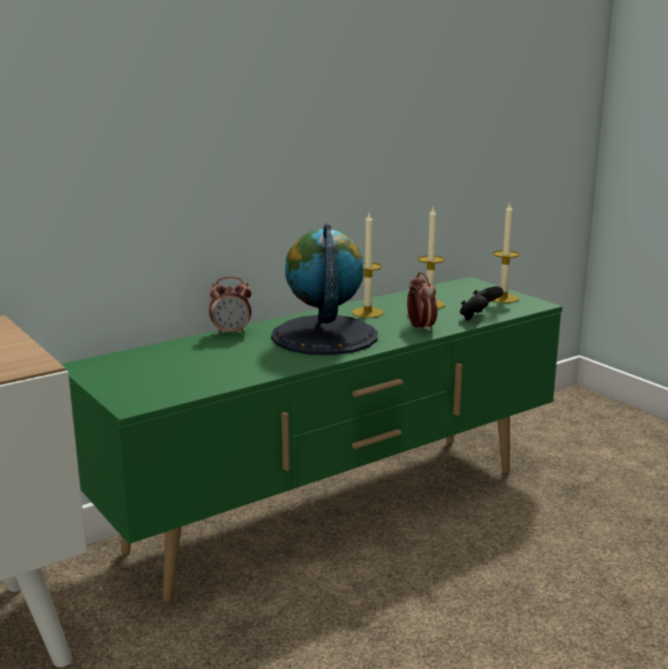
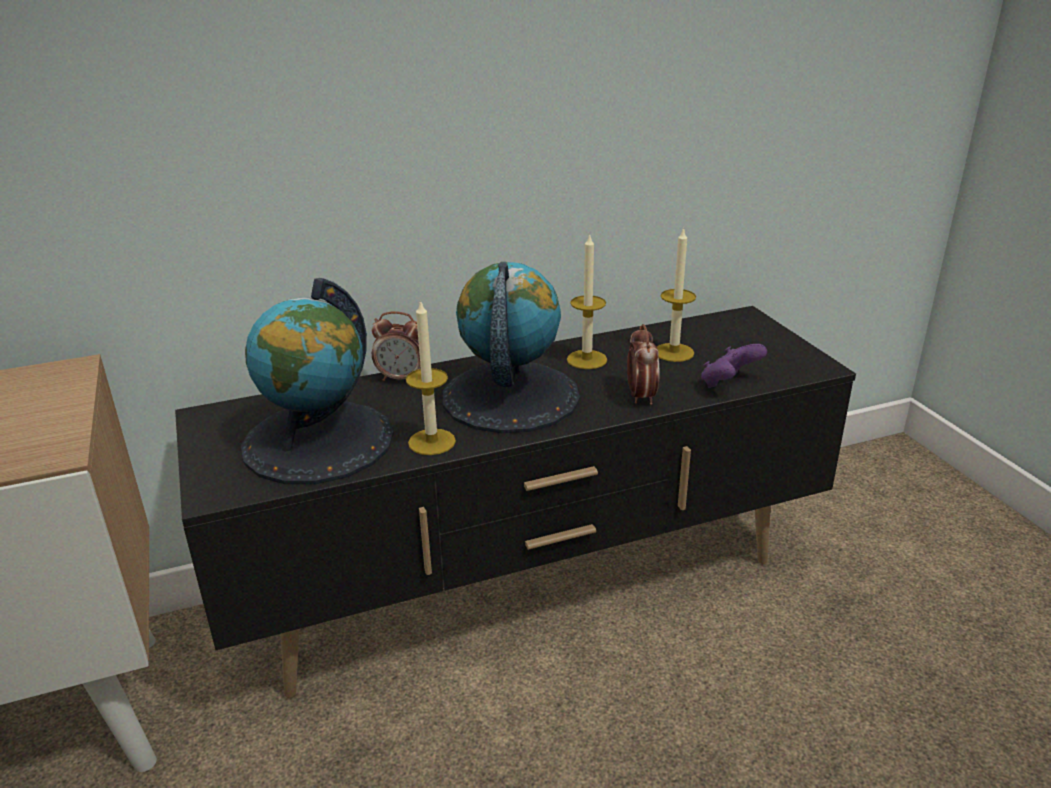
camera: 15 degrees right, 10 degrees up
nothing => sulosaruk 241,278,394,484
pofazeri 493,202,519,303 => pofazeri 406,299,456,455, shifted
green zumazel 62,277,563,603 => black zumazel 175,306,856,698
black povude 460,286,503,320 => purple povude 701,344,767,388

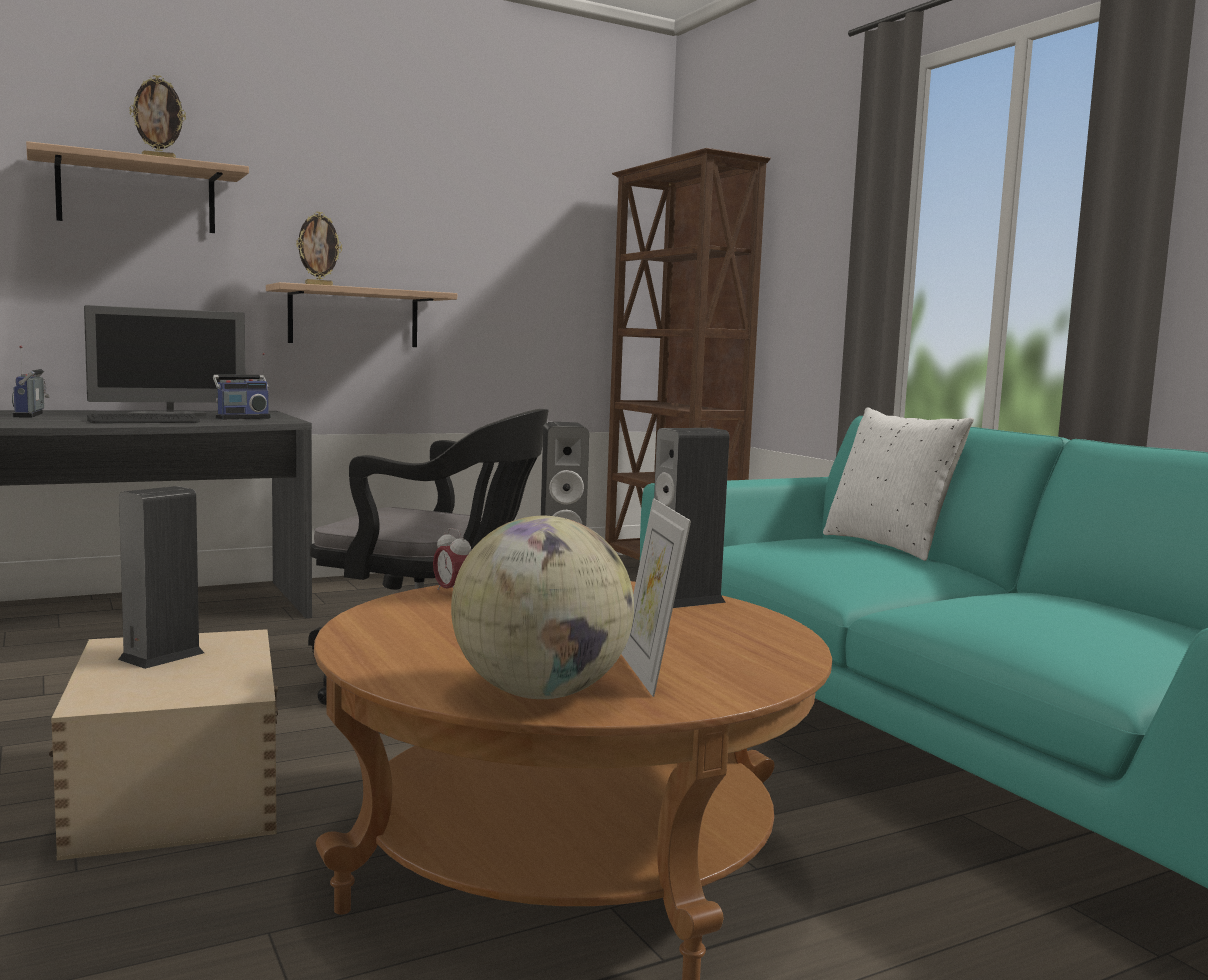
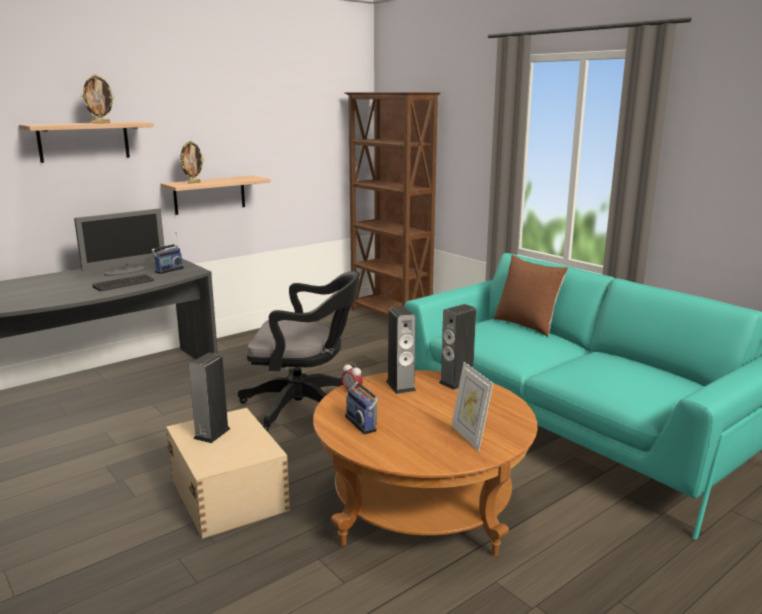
camera: 10 degrees left, 10 degrees up
sulosaruk 451,516,634,699 => nothing
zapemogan 12,345,50,418 => zapemogan 345,379,379,435, shifted
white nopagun 823,407,974,561 => brown nopagun 494,255,568,337

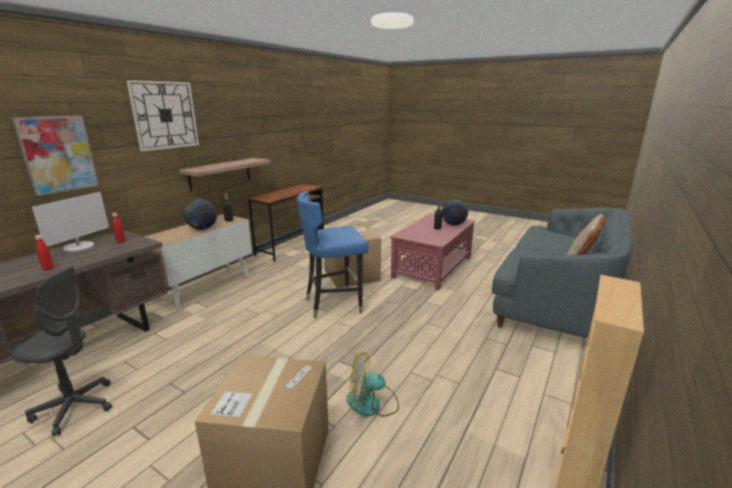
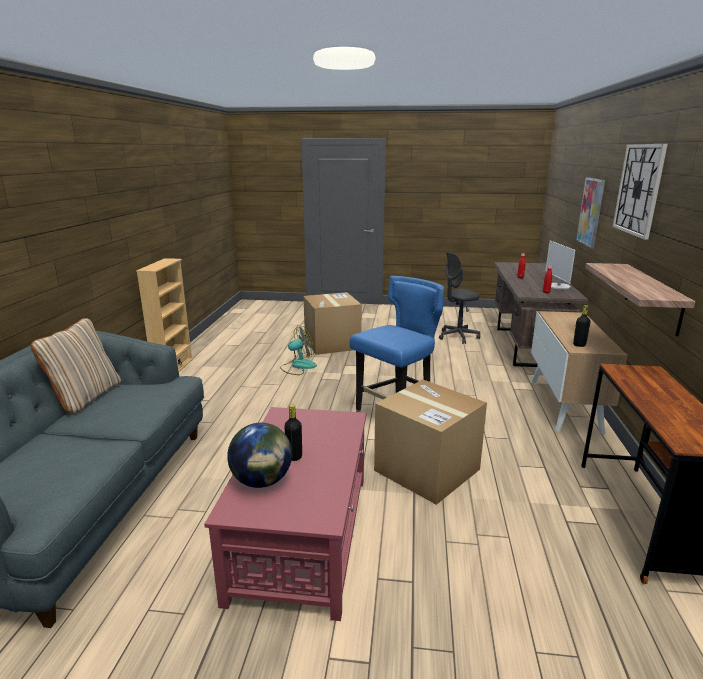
camera: 155 degrees right, 0 degrees up
sulosaruk 184,199,217,230 => nothing

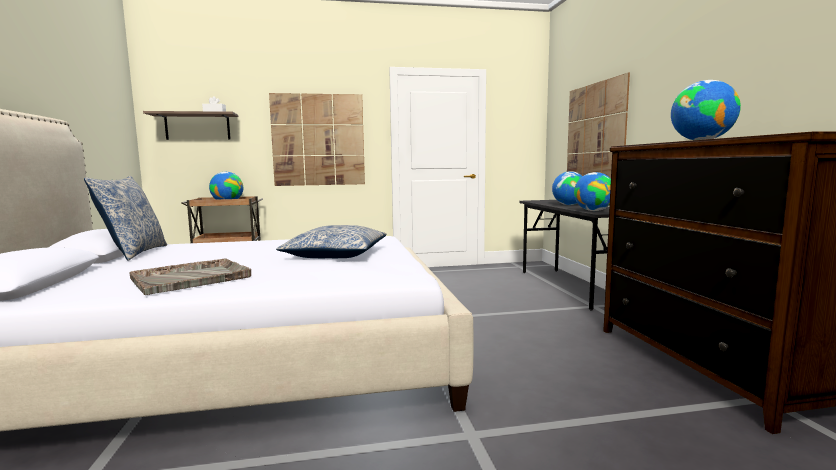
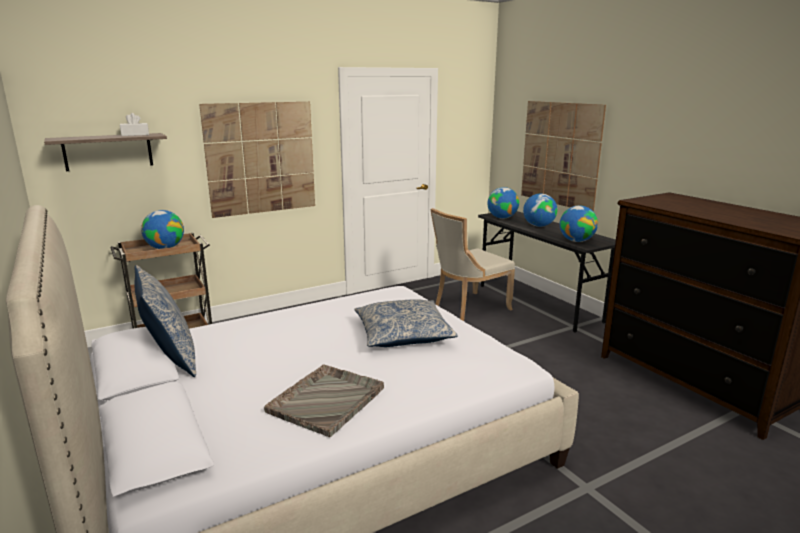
camera: 20 degrees left, 10 degrees up
nothing => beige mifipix 430,208,515,321
sulosaruk 671,80,741,140 => sulosaruk 487,187,519,219, shifted

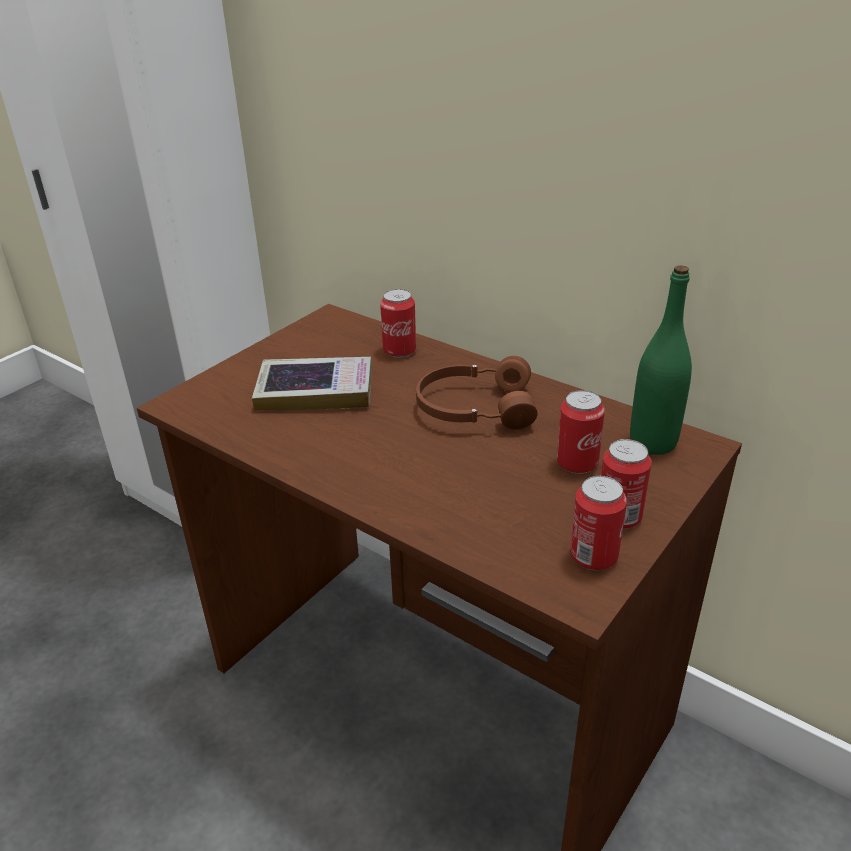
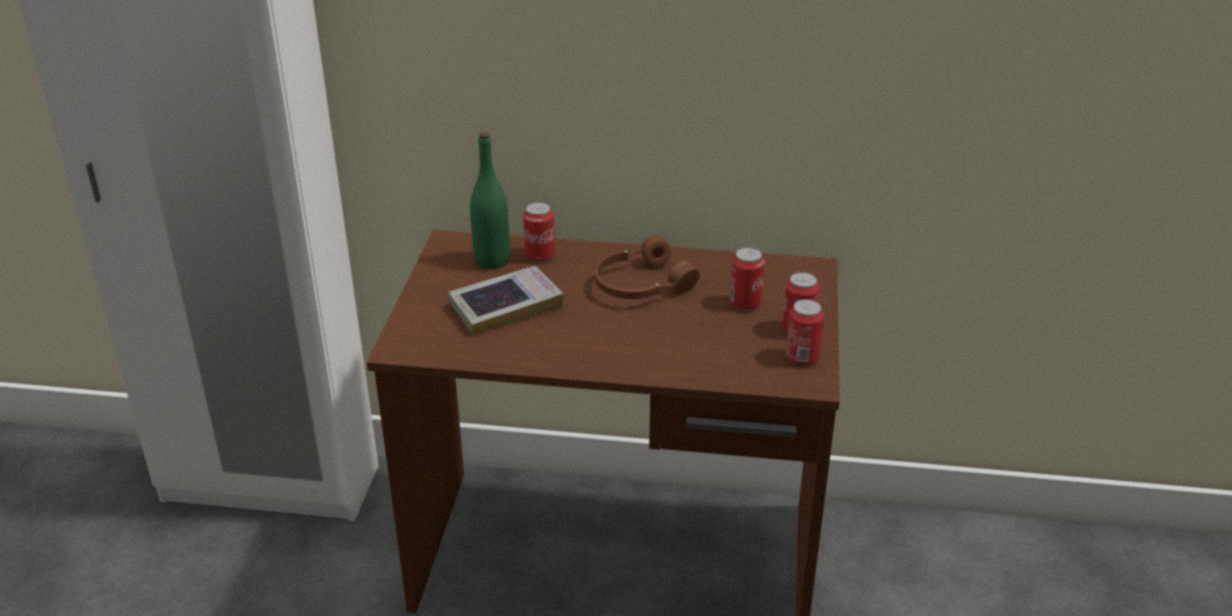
camera: 30 degrees left, 0 degrees up
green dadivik 630,265,692,455 => green dadivik 470,132,510,269, shifted

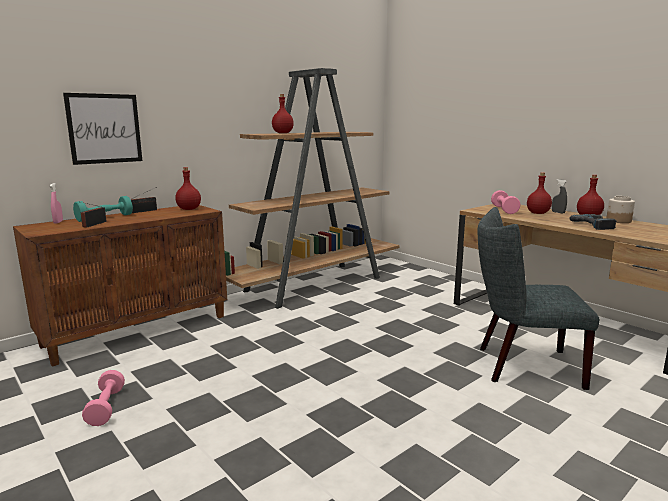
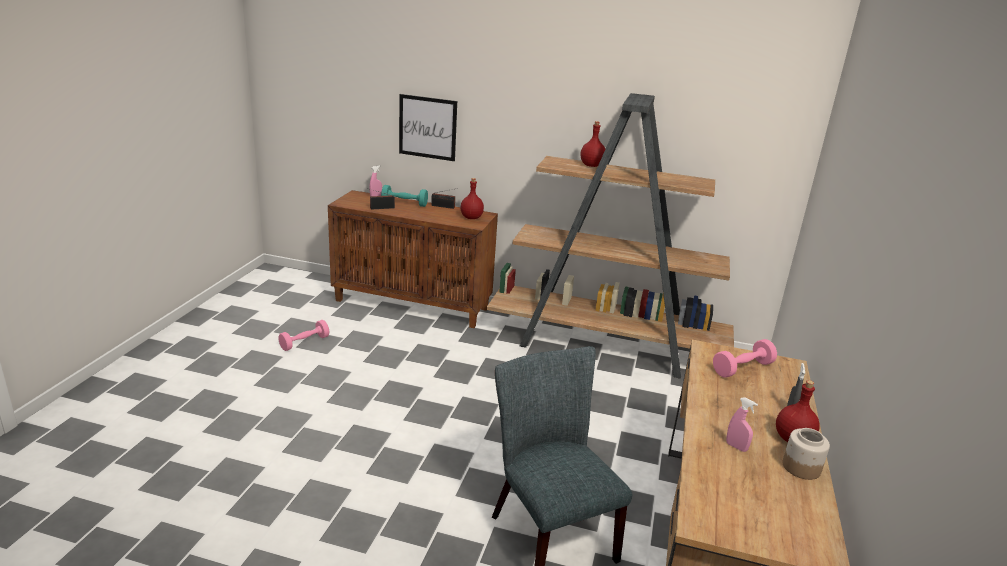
camera: 55 degrees right, 10 degrees up
red dadivik 527,172,552,214 => nothing
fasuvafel 570,214,617,230 => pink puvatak 726,397,758,452

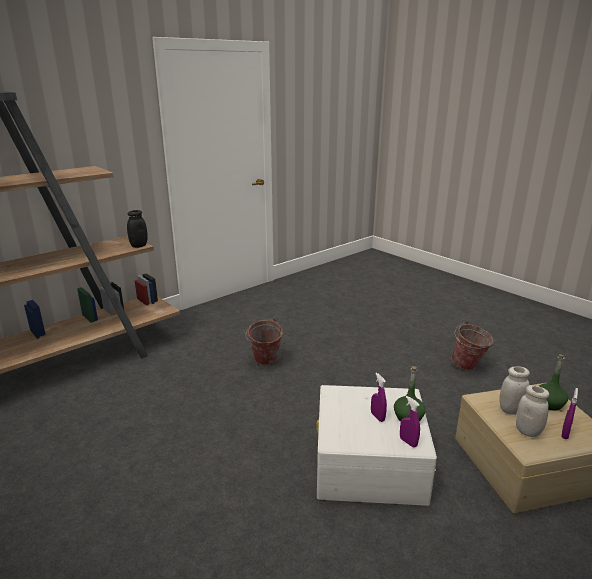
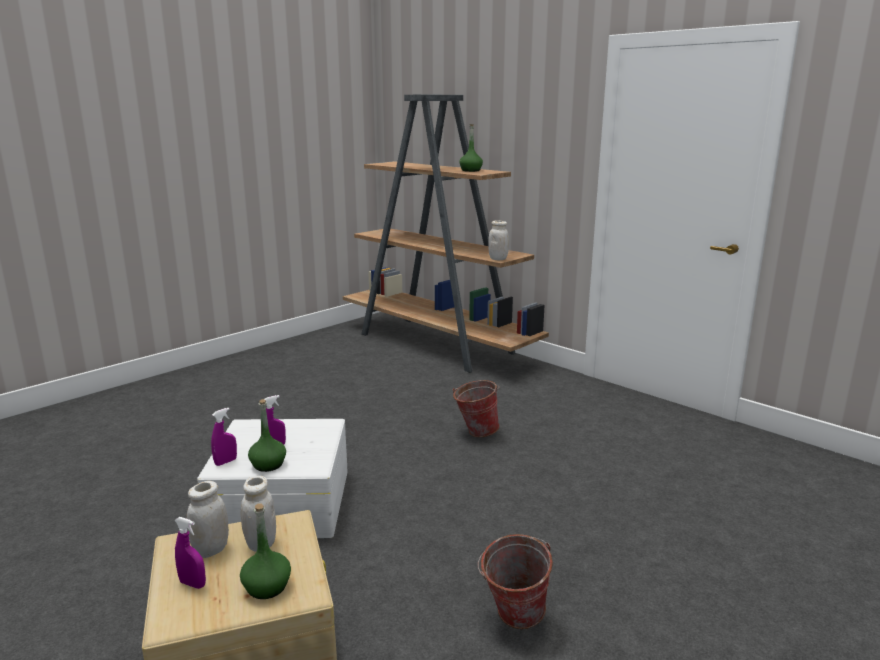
camera: 85 degrees right, 5 degrees down
nothing => green dadivik 459,124,483,172
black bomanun 127,210,148,248 => white bomanun 488,220,509,260

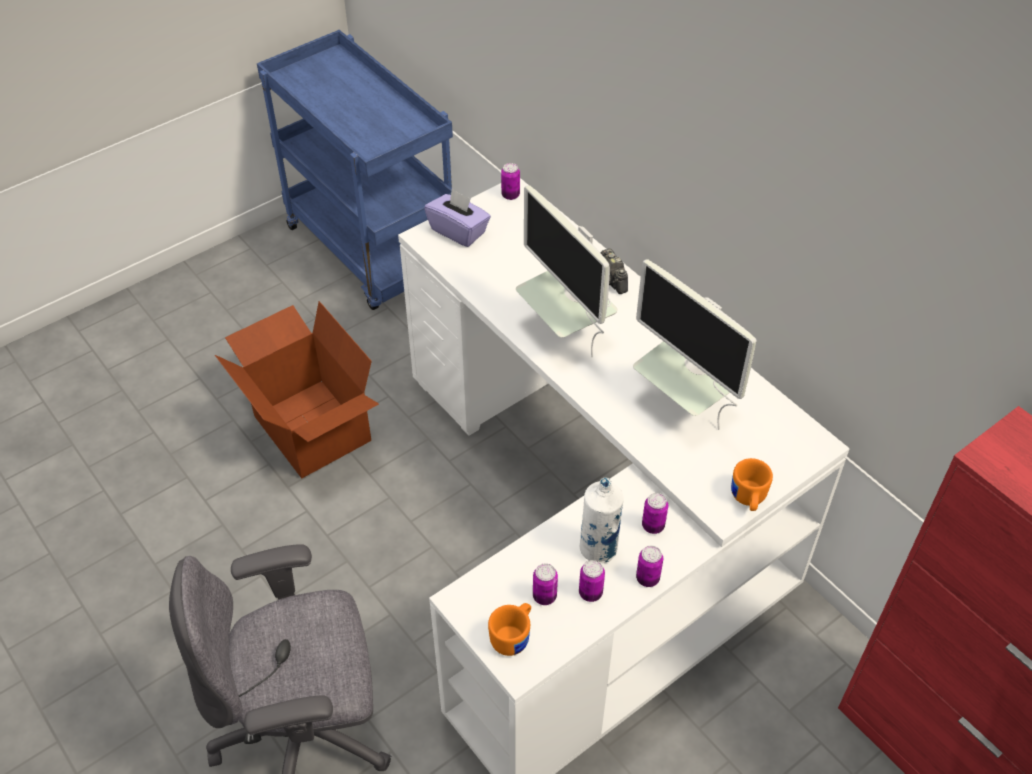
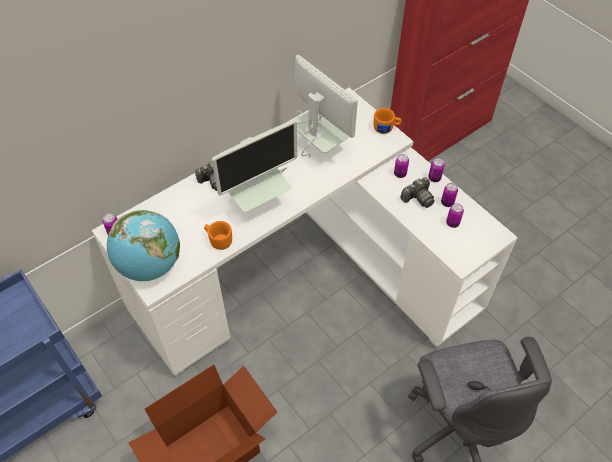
camera: 90 degrees left, 5 degrees up
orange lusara 488,603,531,656 => orange lusara 204,221,232,250, shifted
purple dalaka 424,189,491,247 => sulosaruk 107,210,180,281
white dadivik 580,477,624,563 => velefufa 400,177,435,208
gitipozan 633,259,757,430 => gitipozan 294,55,358,159, 90 degrees counterclockwise

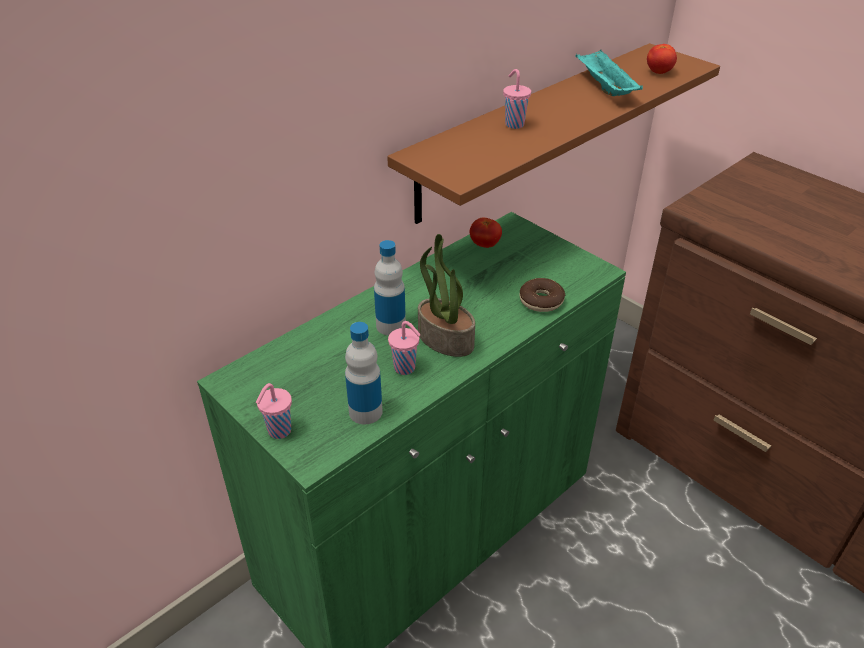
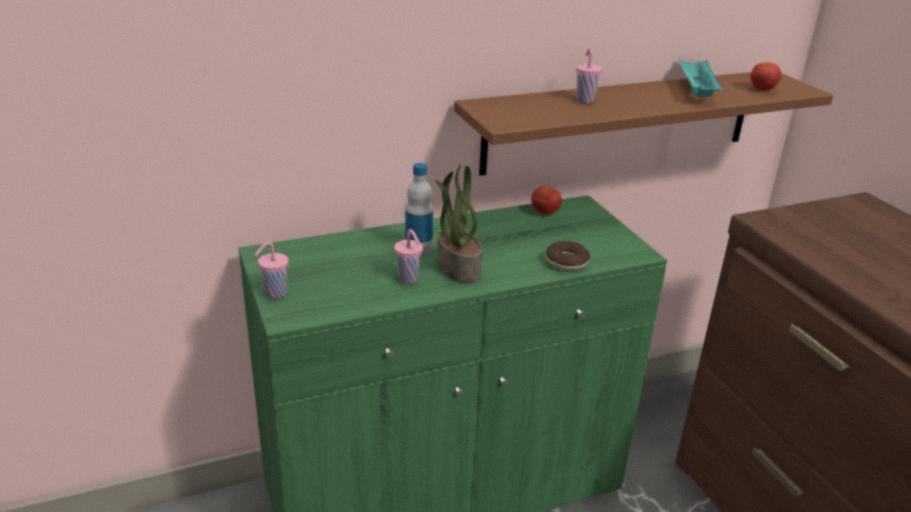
camera: 20 degrees right, 10 degrees down
dadivik 345,322,383,424 => nothing

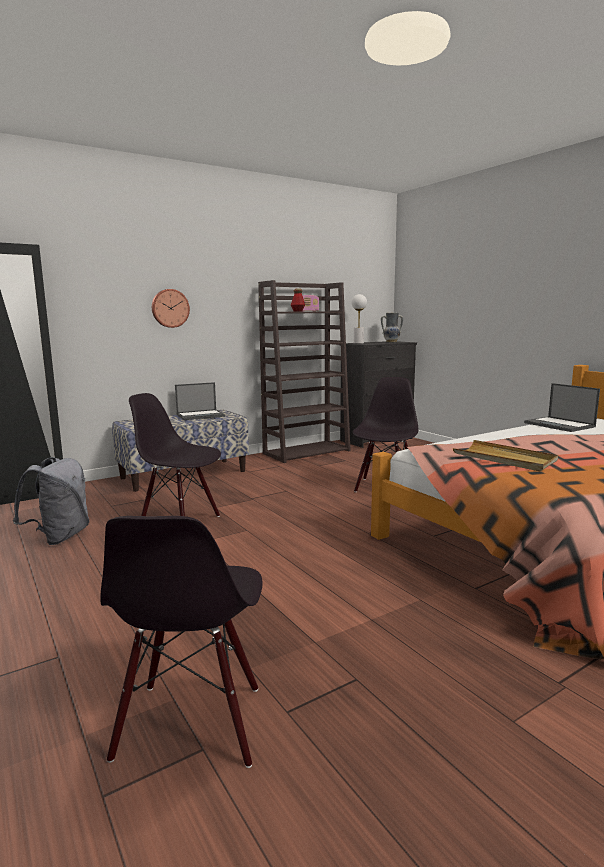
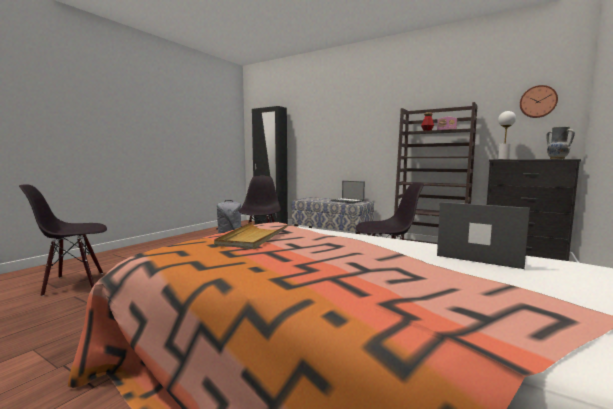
camera: 65 degrees right, 5 degrees down
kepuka 152,289,190,328 => kepuka 520,85,558,118, shifted
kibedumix 524,383,600,432 => kibedumix 437,202,530,269, 90 degrees clockwise

